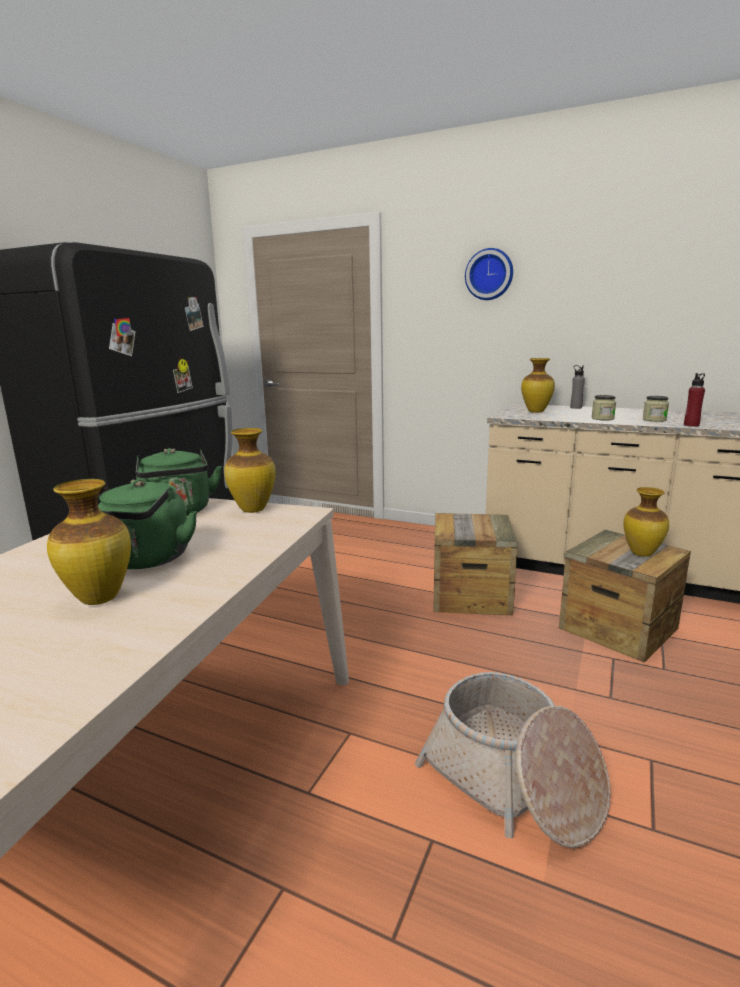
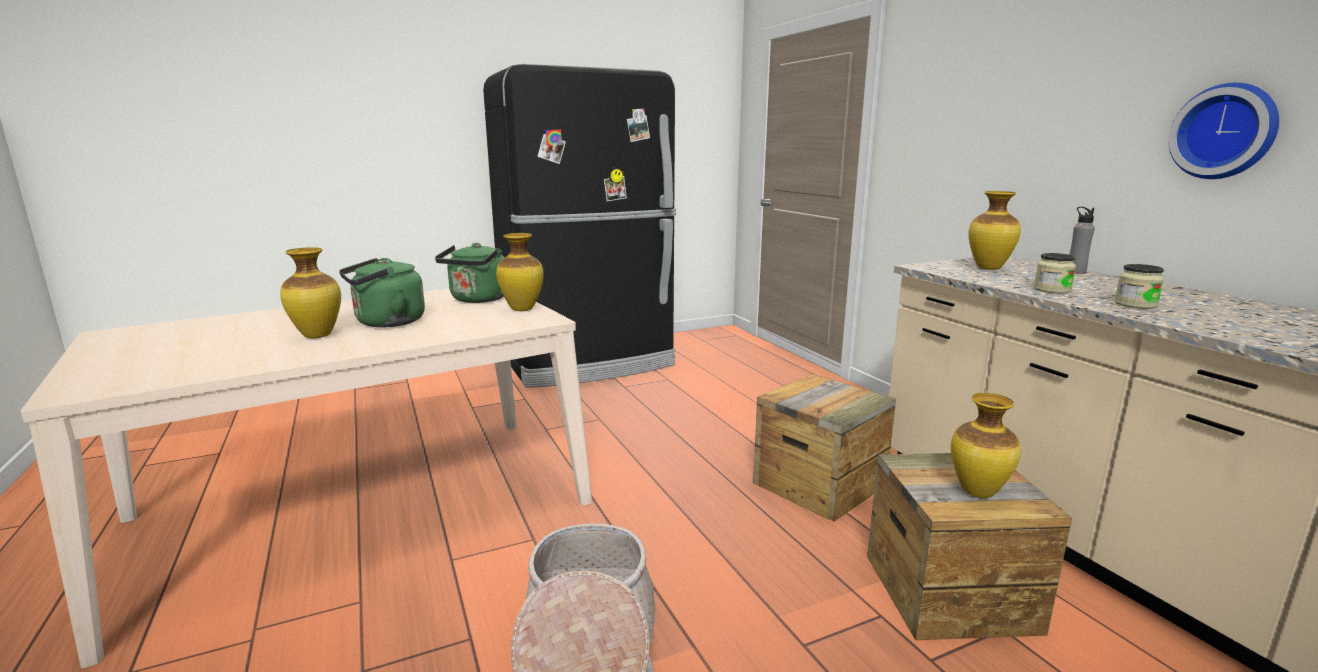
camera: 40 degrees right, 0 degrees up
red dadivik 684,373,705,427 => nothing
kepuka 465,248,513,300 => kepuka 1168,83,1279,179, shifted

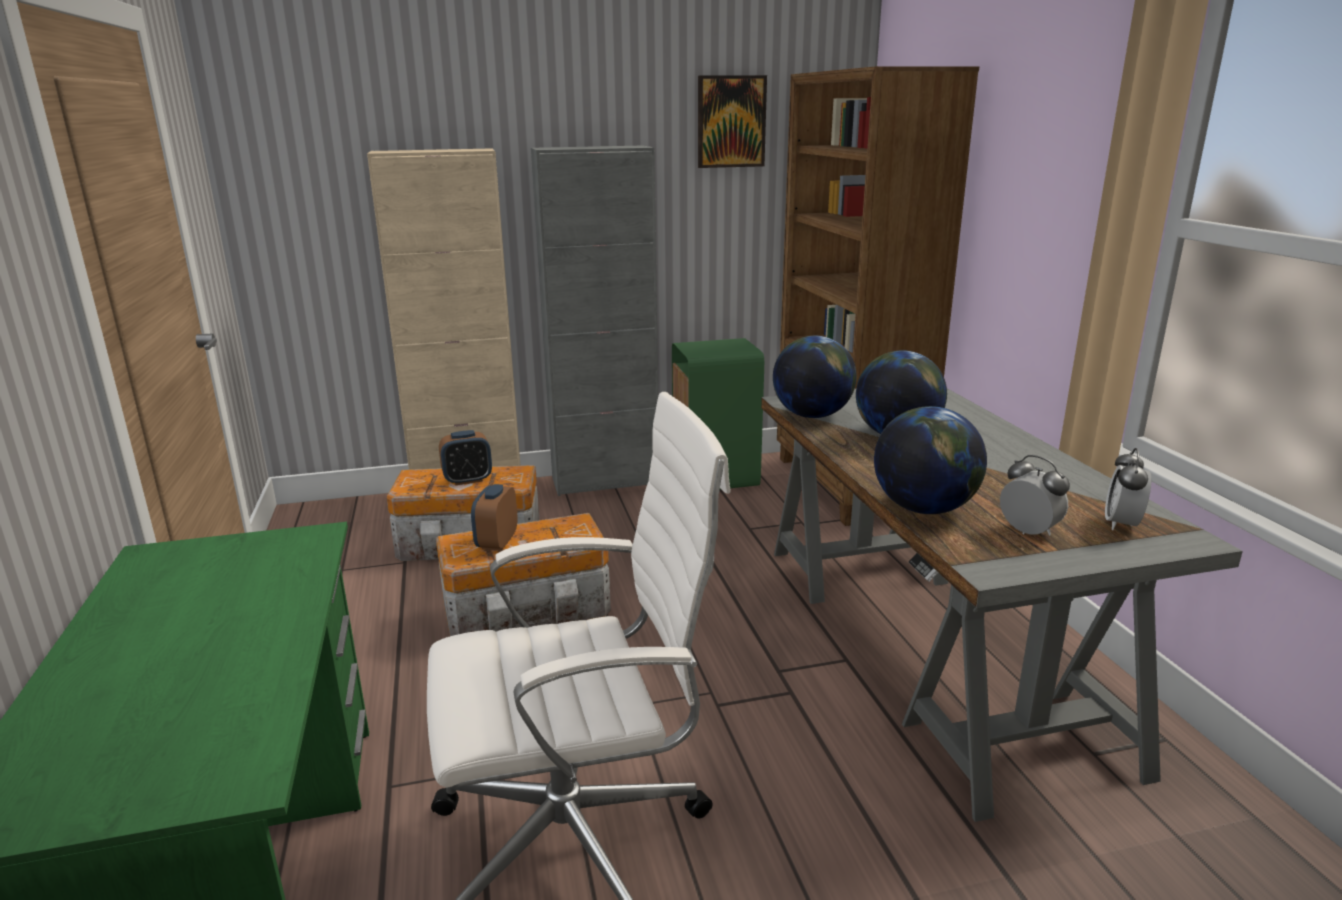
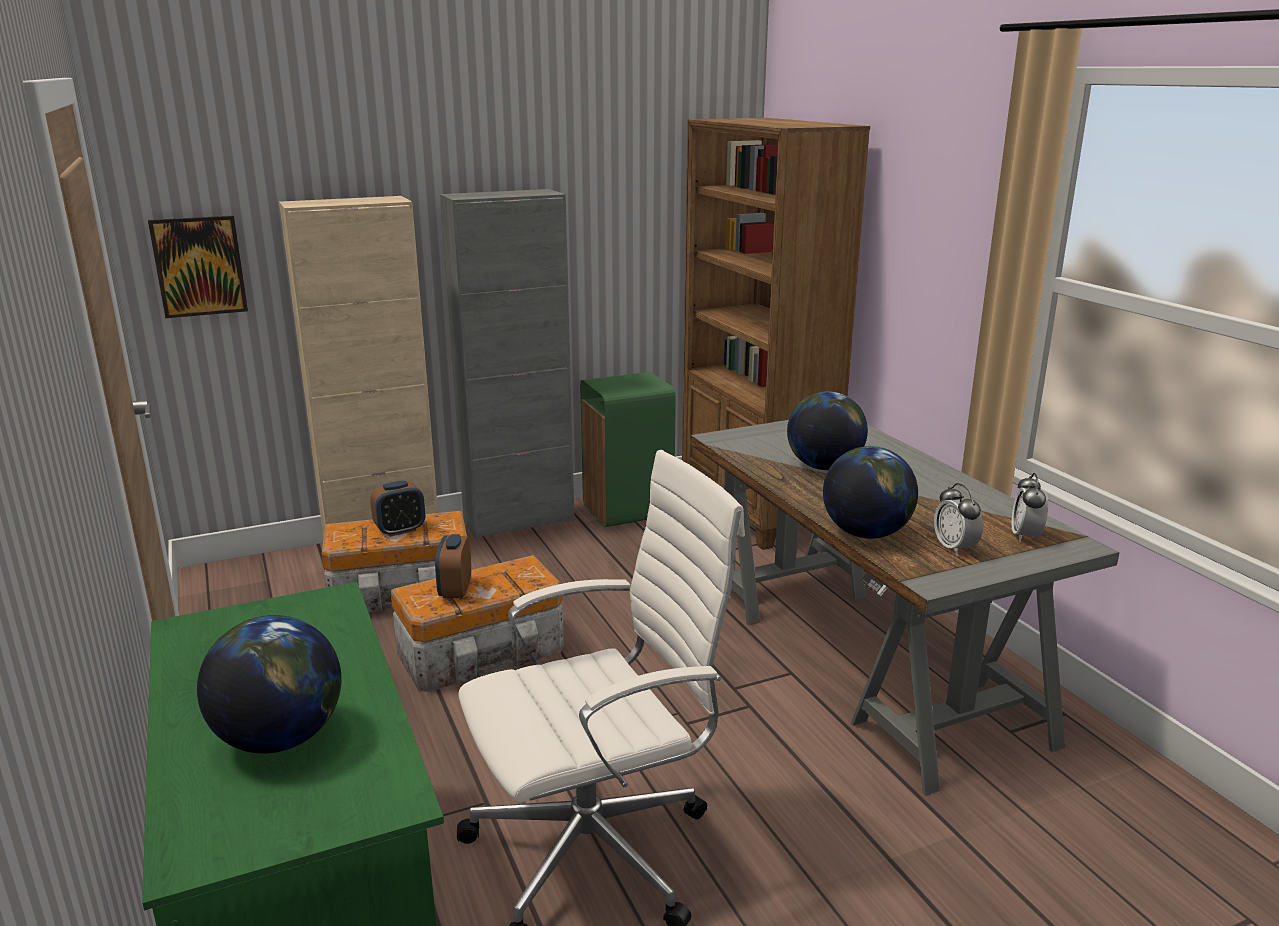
camera: 10 degrees left, 0 degrees up
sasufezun 698,75,767,168 => sasufezun 148,215,248,318, shifted
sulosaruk 773,336,857,418 => sulosaruk 197,615,341,753, shifted
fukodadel 1000,455,1070,535 => fukodadel 934,483,983,556, 150 degrees counterclockwise

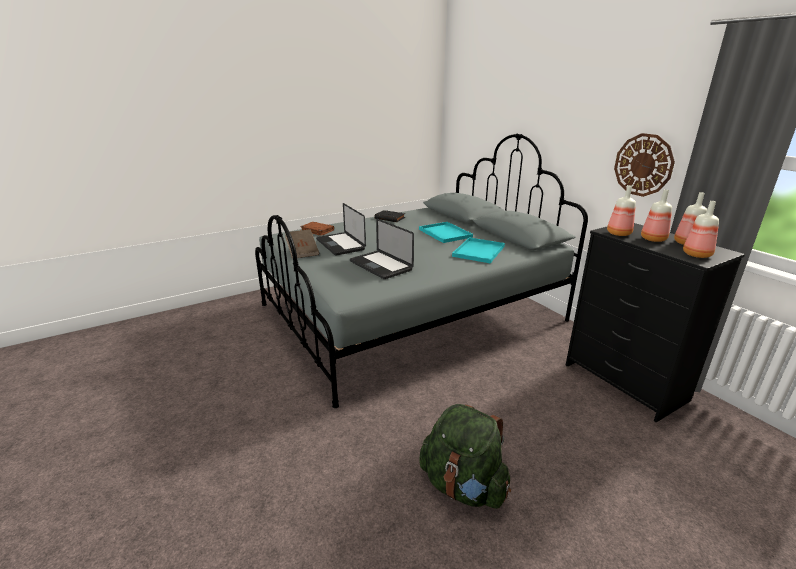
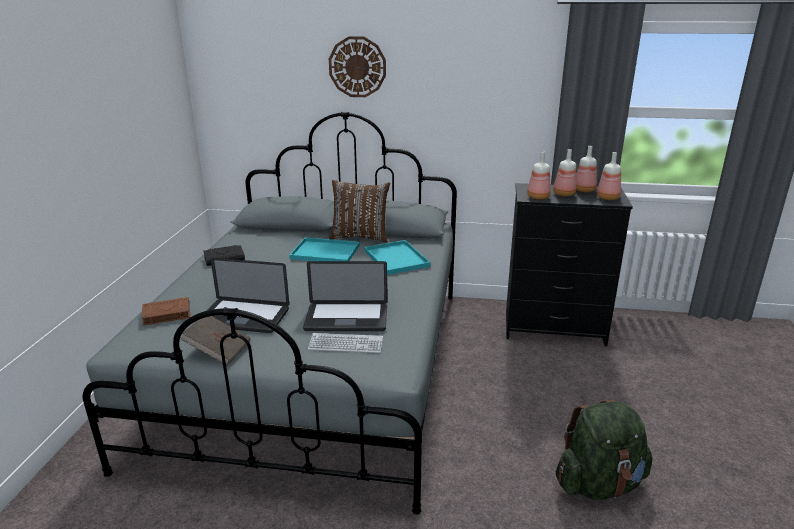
camera: 50 degrees left, 0 degrees up
nothing => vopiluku 308,333,383,353
nothing => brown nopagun 329,180,390,243
kepuka 614,133,675,197 => kepuka 329,36,386,97, shifted

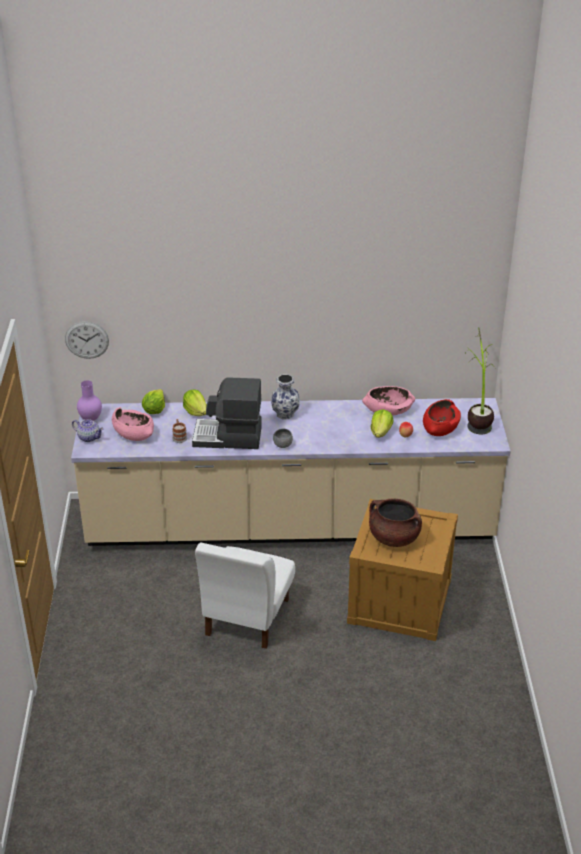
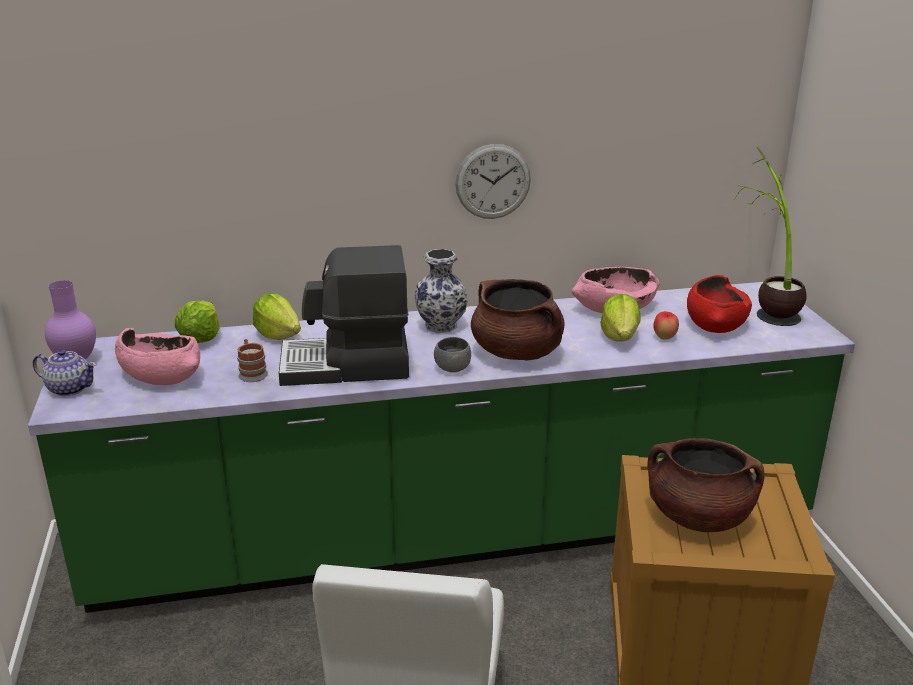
camera: 10 degrees left, 10 degrees down
nothing => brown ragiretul 471,279,565,361
kepuka 65,321,109,359 => kepuka 455,144,531,219, shifted
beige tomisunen 71,398,511,546 => green tomisunen 28,282,855,613

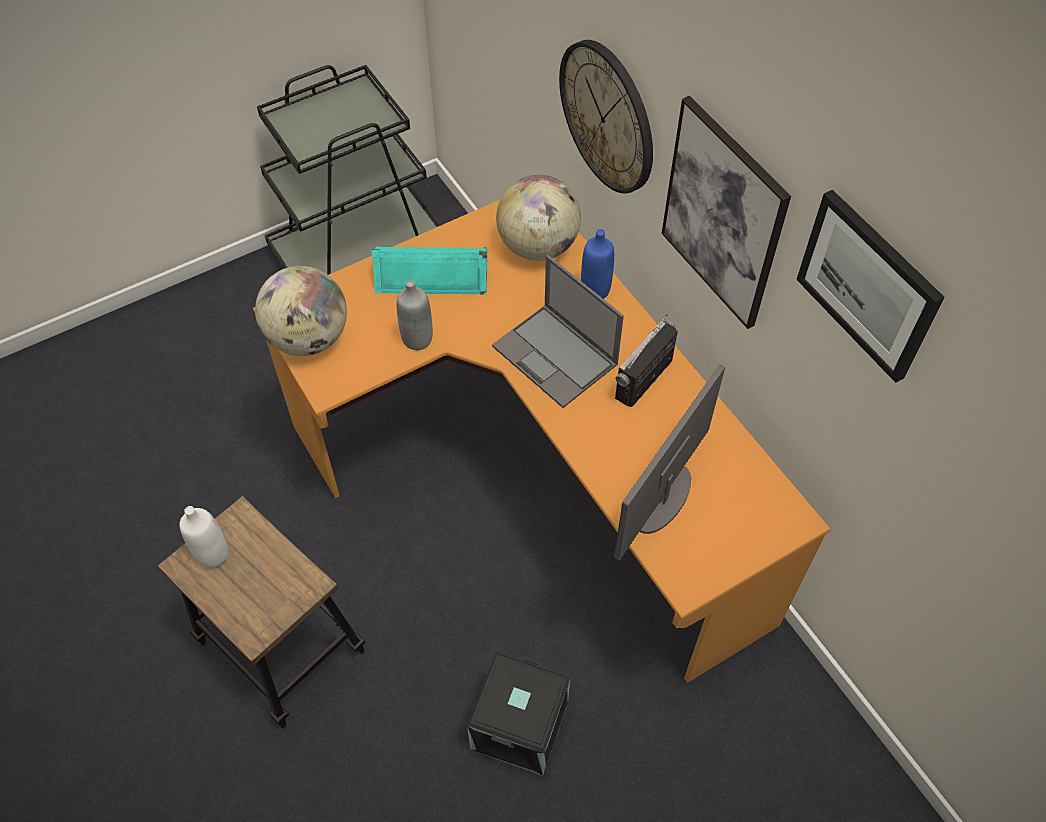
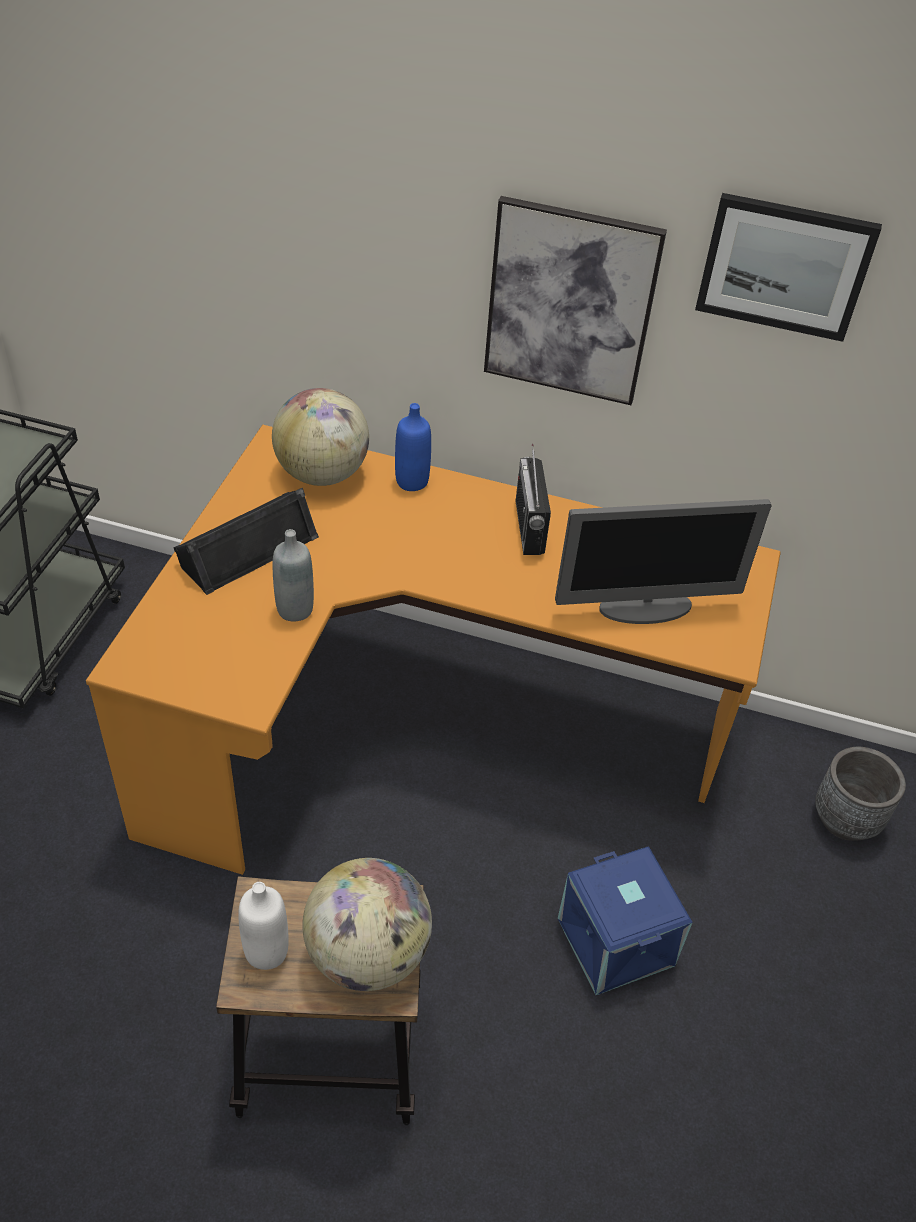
camera: 45 degrees left, 10 degrees down
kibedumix 492,255,624,408 => nothing
kepuka 559,40,653,193 => nothing
nothing => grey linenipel 815,747,906,841
sulosaruk 255,266,347,356 => sulosaruk 302,858,432,991, shifted
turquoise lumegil 371,246,488,295 => black lumegil 174,488,319,595
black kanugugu 467,652,570,776 => blue kanugugu 557,846,693,995
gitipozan 614,365,725,561 => gitipozan 555,499,772,624, 90 degrees counterclockwise

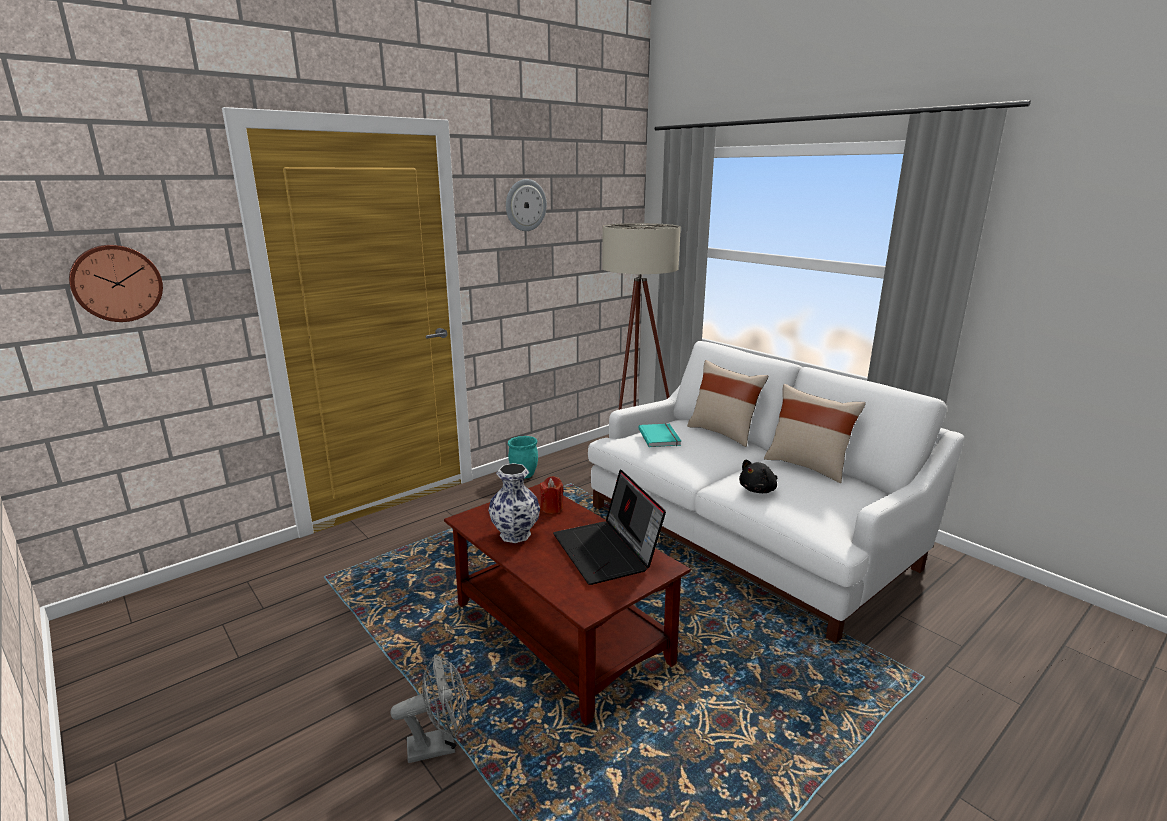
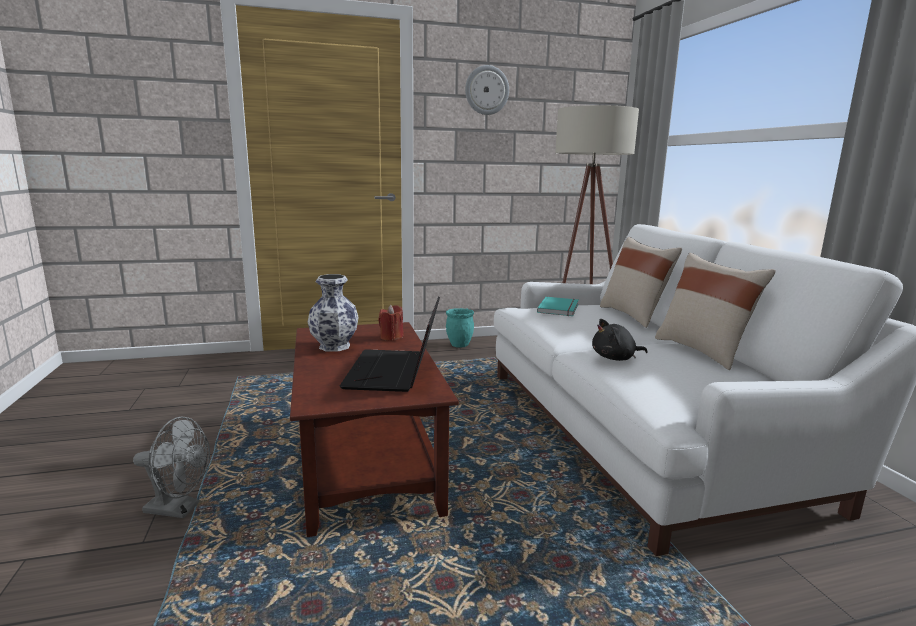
camera: 25 degrees right, 5 degrees down
kepuka 69,245,163,322 => nothing

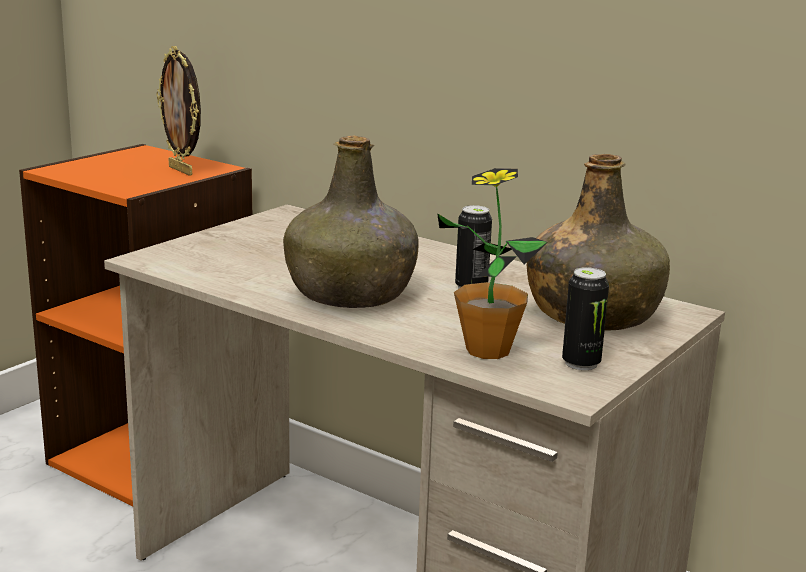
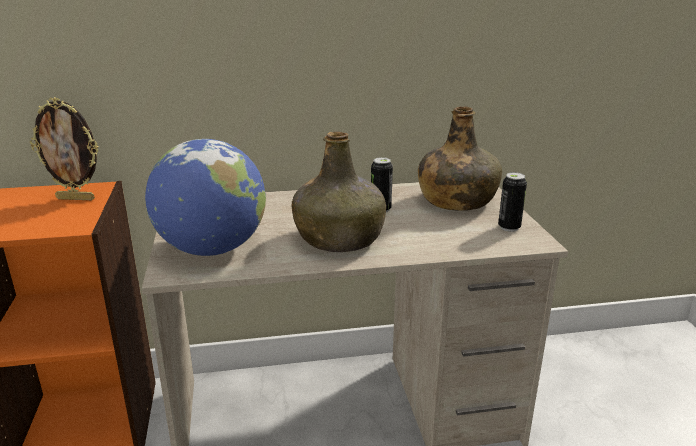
camera: 45 degrees left, 5 degrees up
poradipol 437,168,548,359 => nothing
nothing => sulosaruk 145,139,266,256

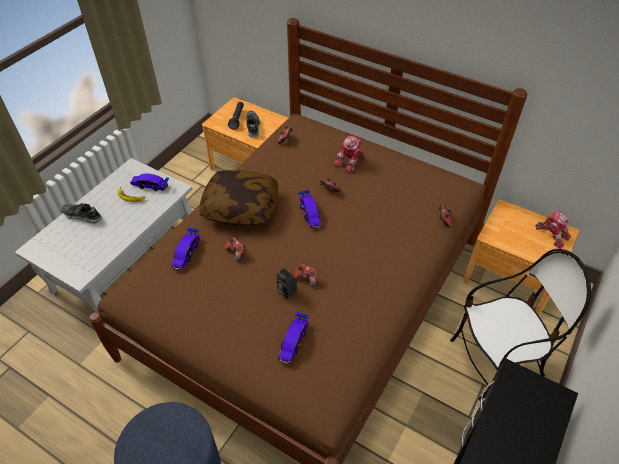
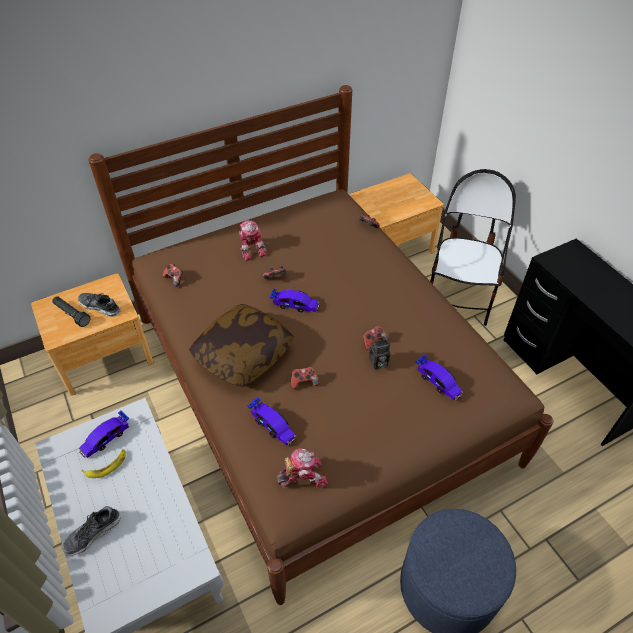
camera: 60 degrees left, 0 degrees up
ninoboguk 535,211,571,249 => ninoboguk 277,448,328,488, shifted

